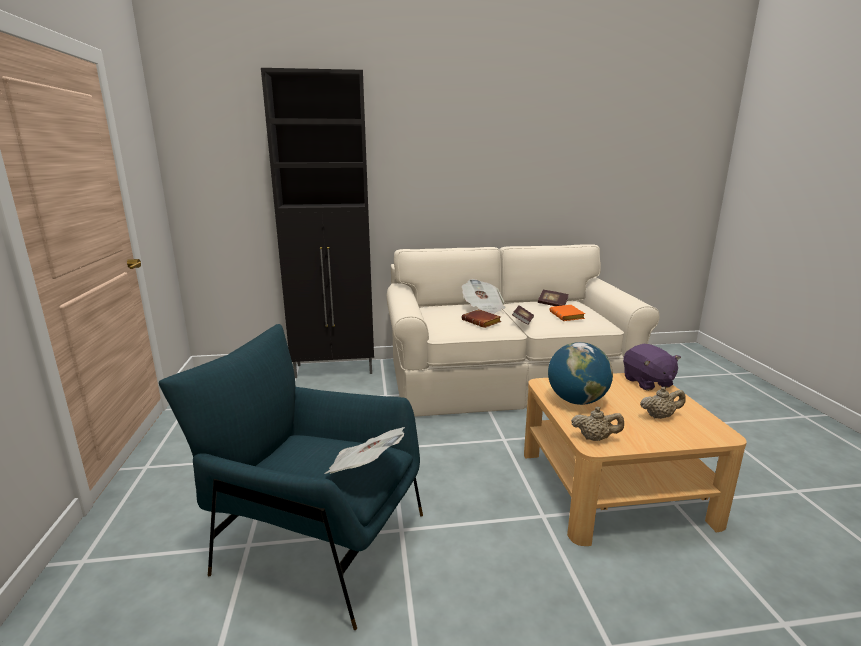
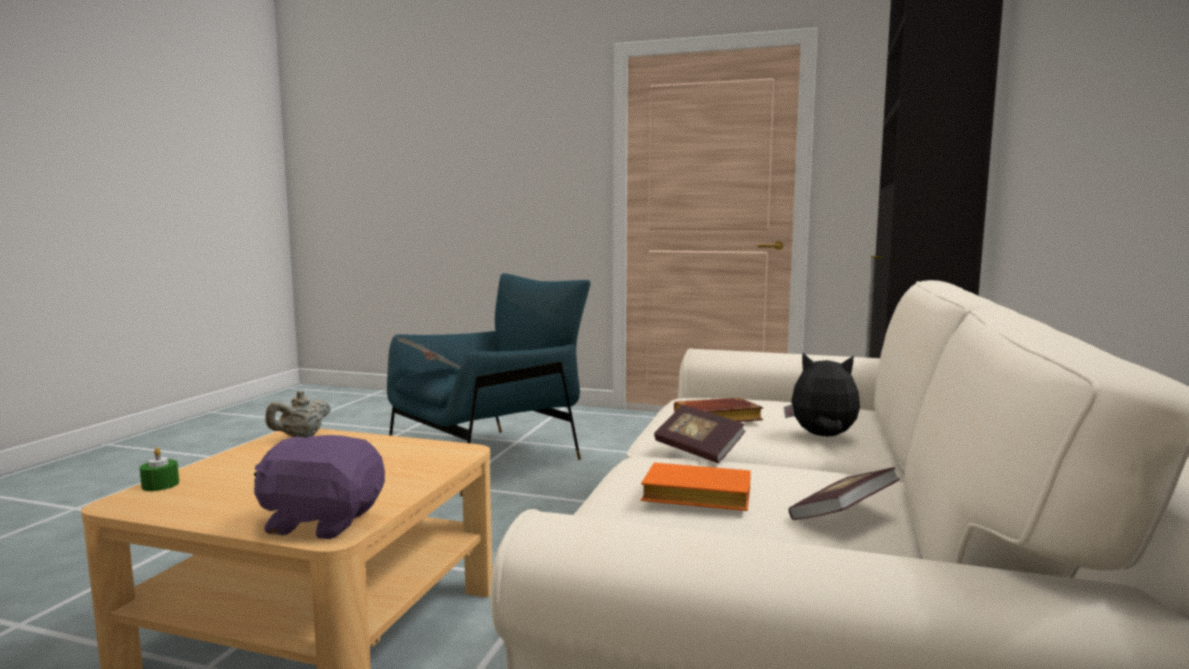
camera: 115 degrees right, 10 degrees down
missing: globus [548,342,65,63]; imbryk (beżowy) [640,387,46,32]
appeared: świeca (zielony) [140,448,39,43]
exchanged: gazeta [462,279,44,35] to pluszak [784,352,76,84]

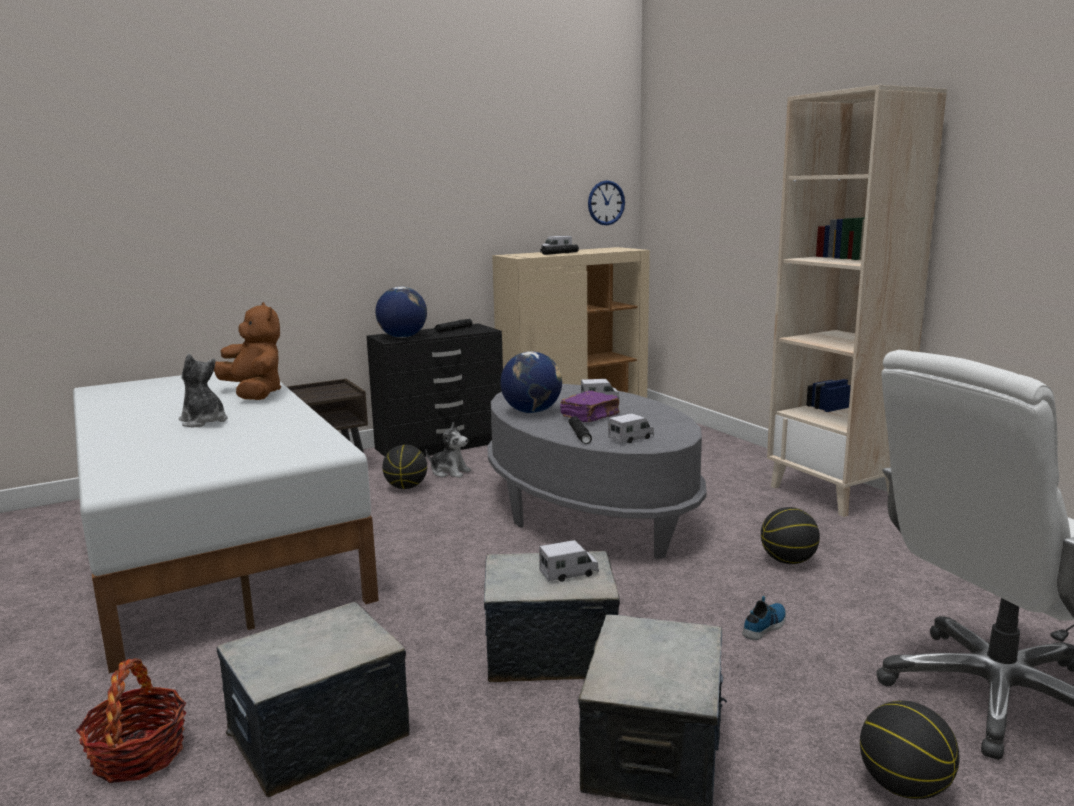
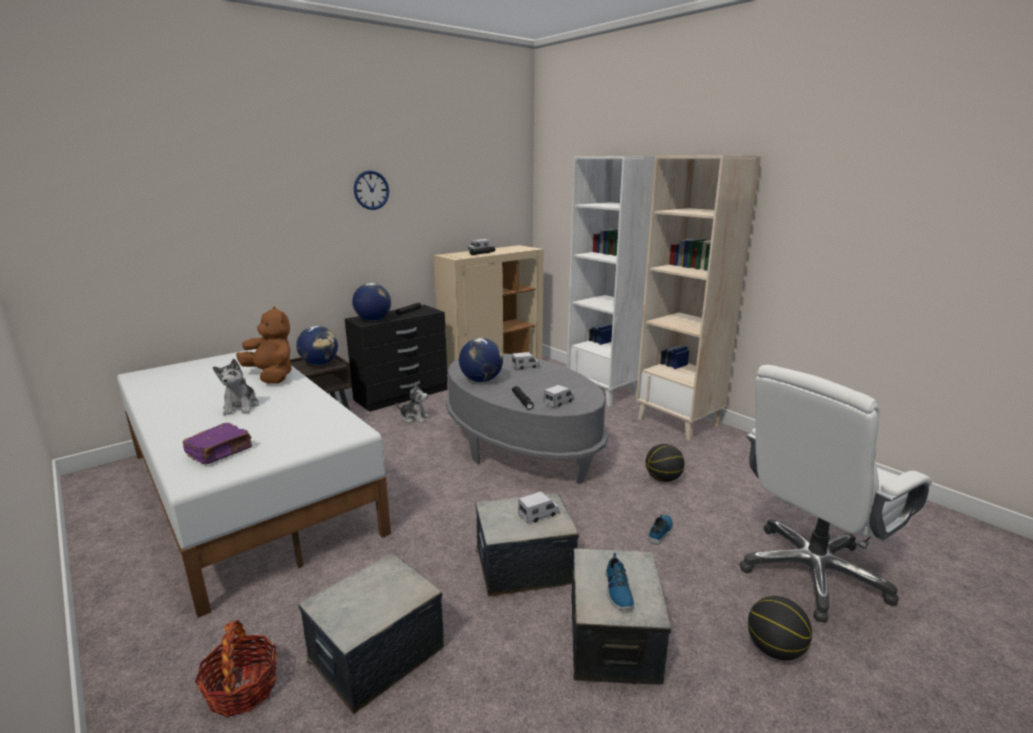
camera: 10 degrees left, 5 degrees up
missing: piłka do koszykówki [382,445,45,44]
appeared: globus [296,326,42,39]; regał (biały) [567,156,88,251]; but [605,553,29,57]
relocated: książka (fioletowy) [560,390,60,32] to [182,423,70,42]; zegar ścienny [588,180,37,45] to [354,170,35,40]
spun: pluszak [179,354,49,73] = [213,359,46,56] 135 degrees counterclockwise

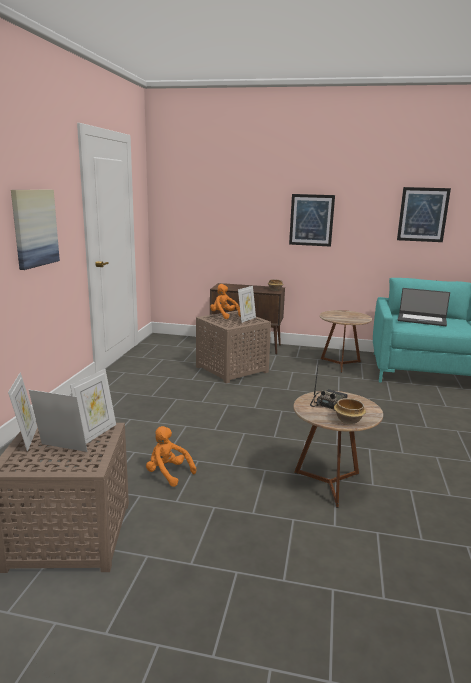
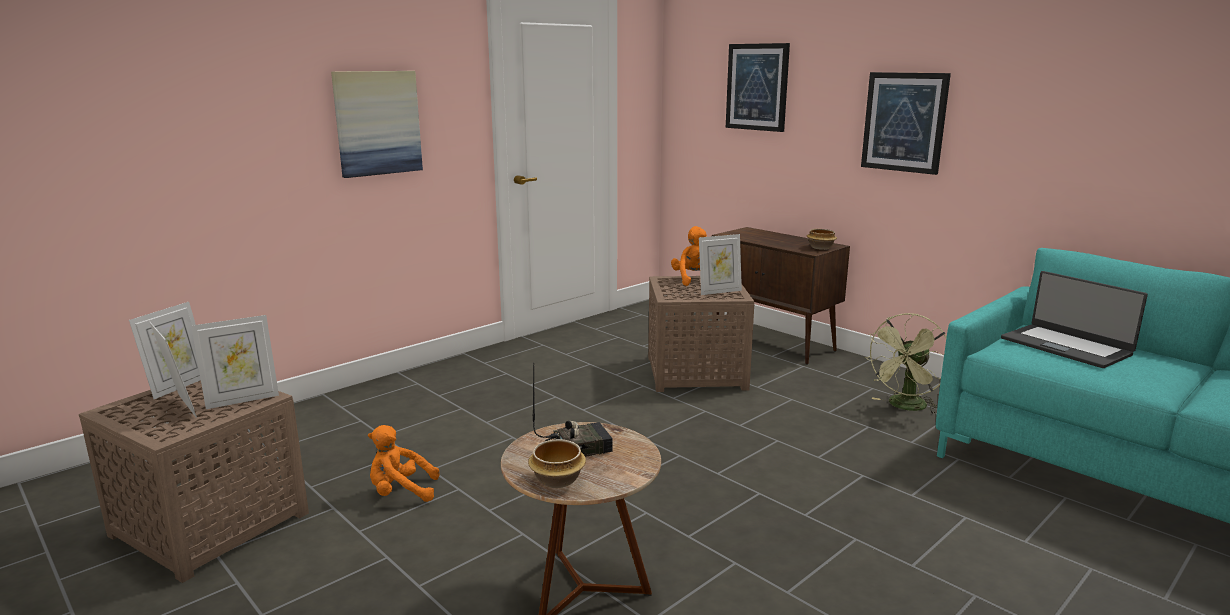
camera: 35 degrees right, 0 degrees up
relocated: obraz [397,187,54,55] to [726,43,64,89]
exchanged: stolik (brązowy) [320,310,52,63] to wentylator (zielony) [864,313,83,102]
spun: pluszak (pomarańczowy) [146,426,50,61] = [368,425,71,77] 75 degrees counterclockwise

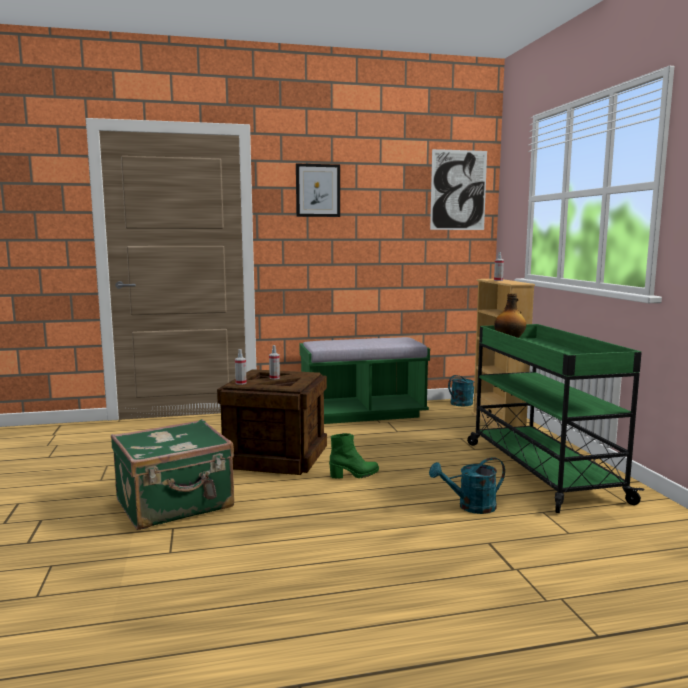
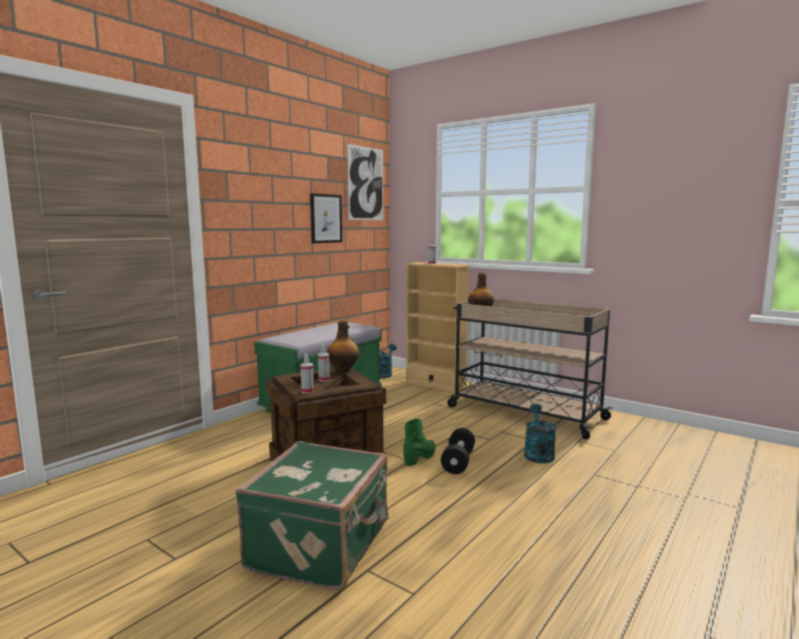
camera: 40 degrees left, 0 degrees up
appeared: butelka [327,320,32,53]; hantel (czarny) [441,428,34,46]
relocated: obraz [296,164,44,53] to [310,193,32,50]
colour: wózek (zielony) [467,324,177,189] to wózek (beżowy) [448,298,165,141]
spun: konewka (turkusowy) [429,457,76,57] = [524,404,32,59] 150 degrees clockwise

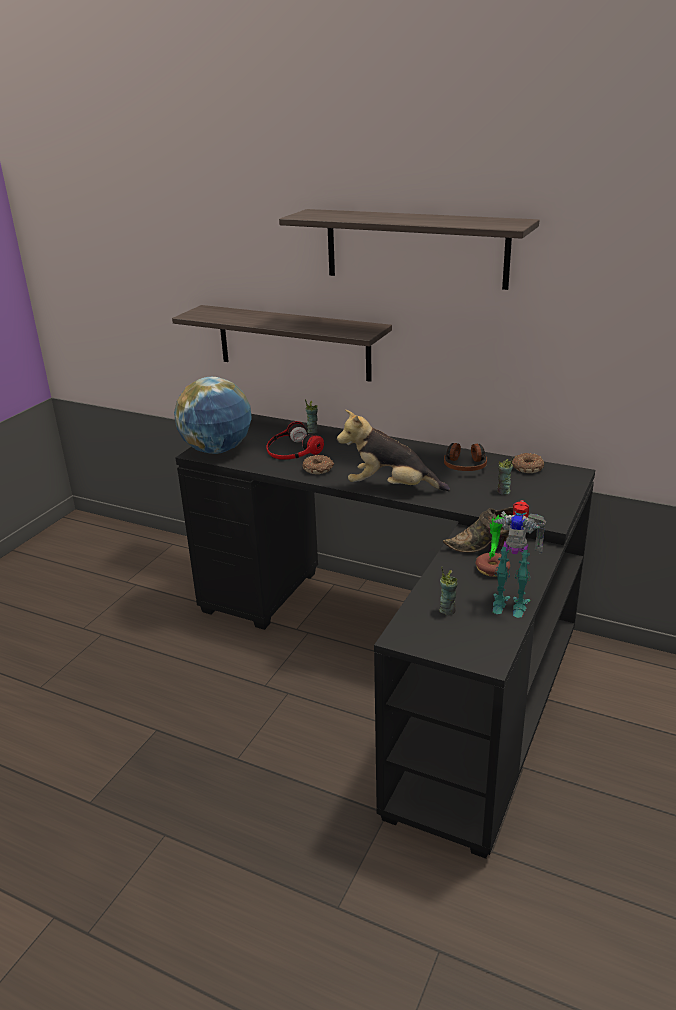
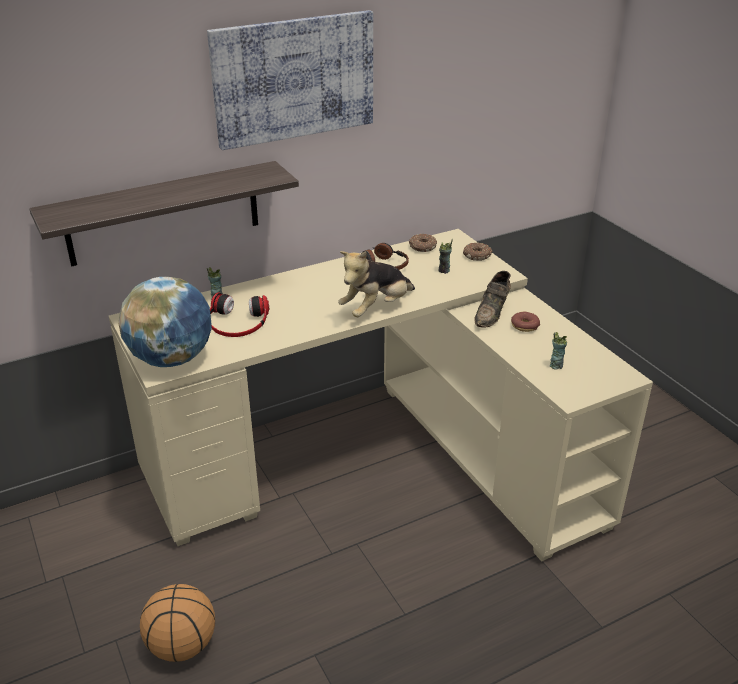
camera: 55 degrees left, 5 degrees up
missing: robot zabawkowy [489,500,57,118]
appeared: piłka do koszykówki [140,584,75,78]
relocated: donut [302,455,32,19] to [463,242,29,19]
exchanged: półka [279,209,260,81] to obraz [207,10,166,140]
colour: biurko (czarny) [175,414,420,445] to biurko (beżowy) [109,229,544,332]

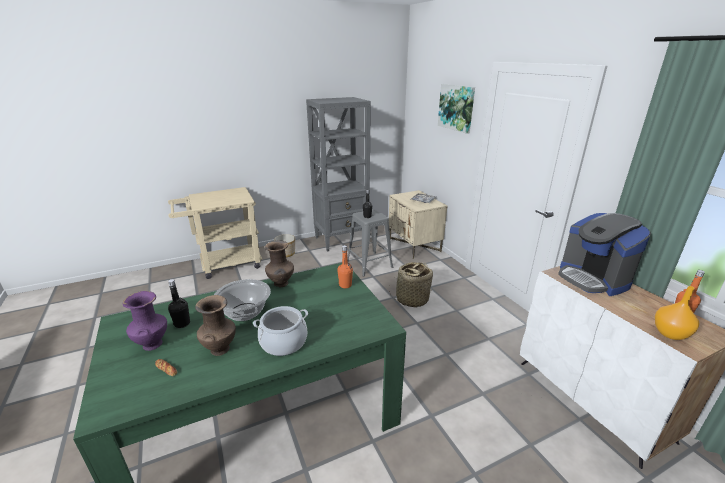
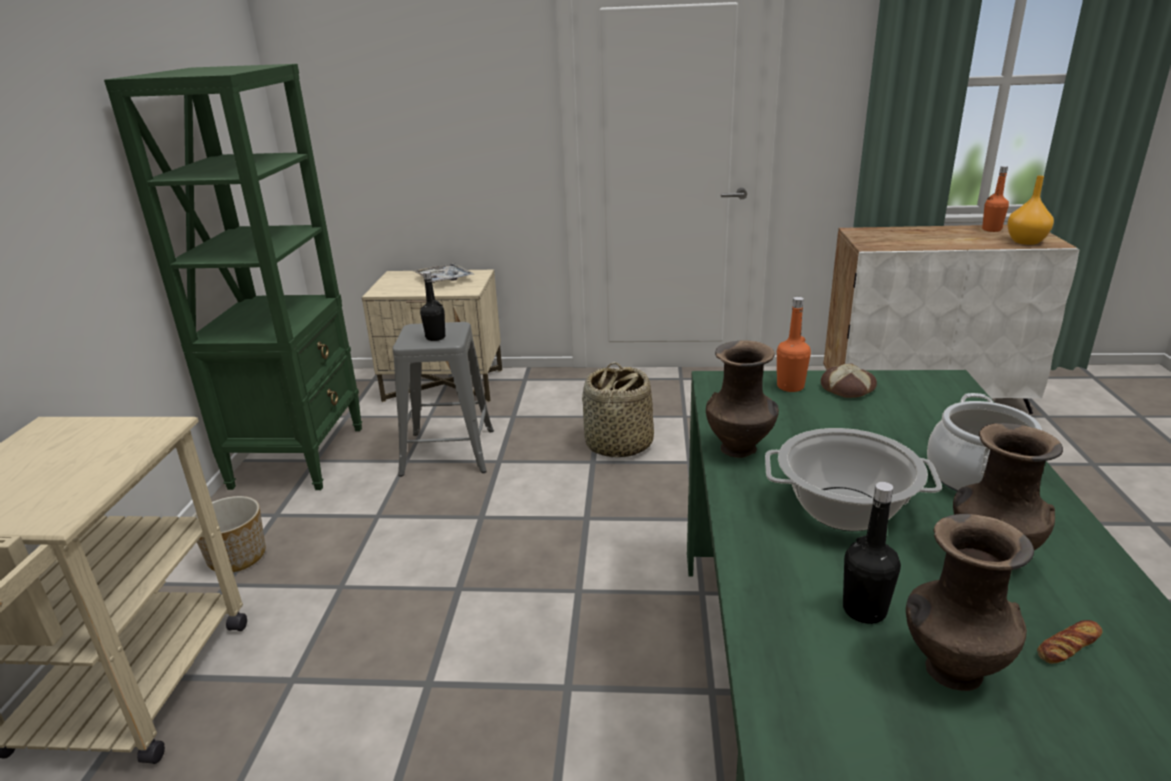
camera: 60 degrees left, 0 degrees up
missing: obraz [438,84,37,50]; ekspres do kawy [558,213,93,83]
appeared: chleb [821,363,56,35]
colour: wazon (fioletowy) [123,291,44,60] to wazon (brązowy) [906,514,128,177]; regał (szary) [306,97,65,155] to regał (zielony) [104,64,258,426]

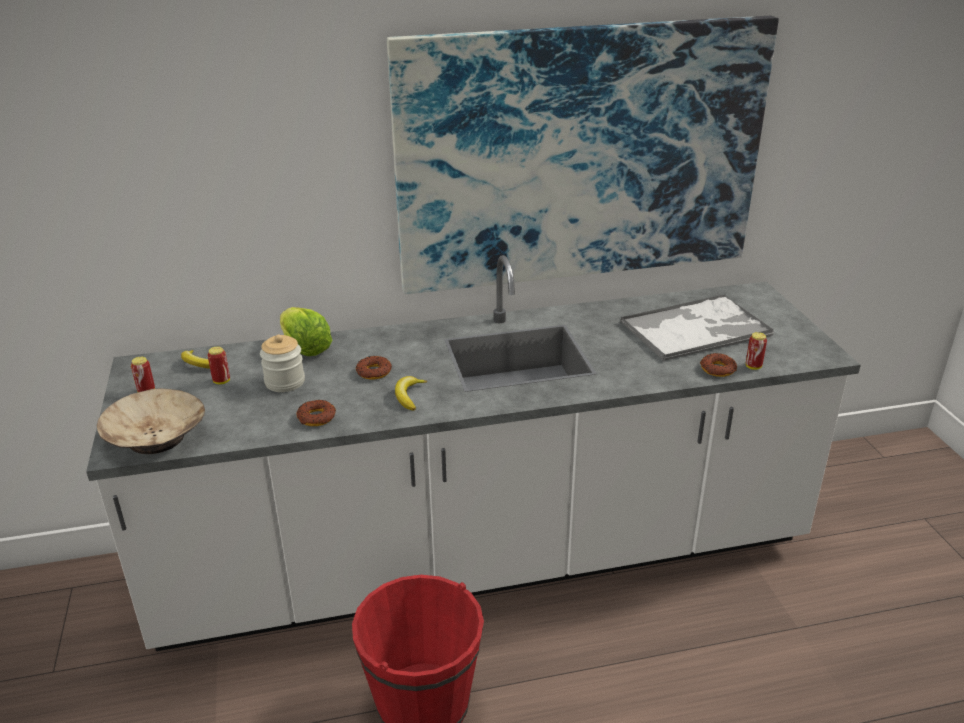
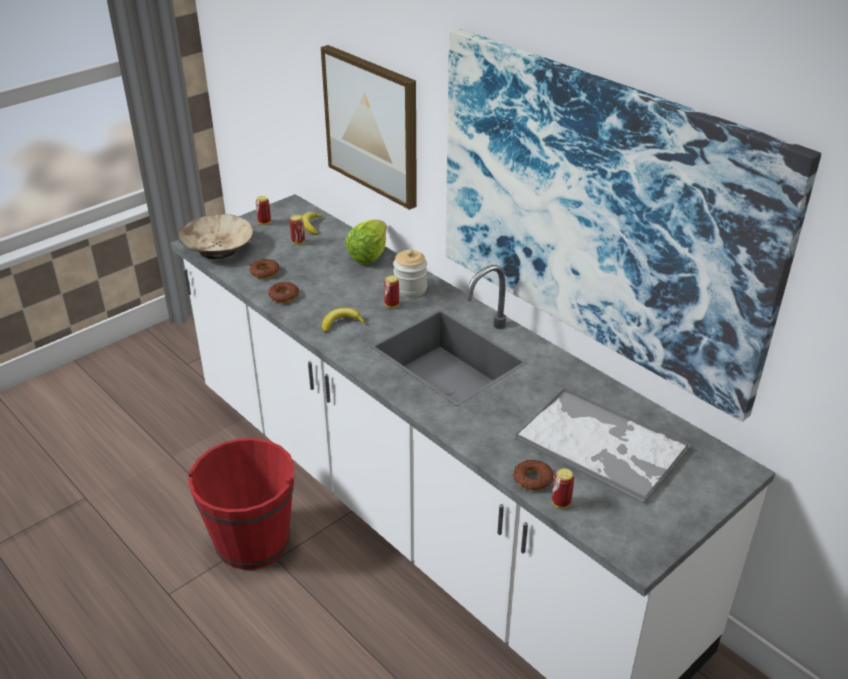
camera: 60 degrees right, 5 degrees up
appeared: obraz [321,45,96,165]; puszka [384,276,15,32]
relocated: słoik [260,335,45,57] to [393,249,34,49]; donut [356,356,36,23] to [249,259,30,20]

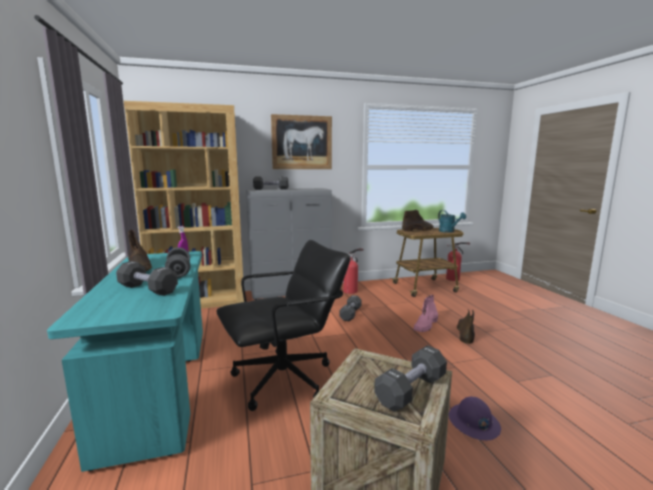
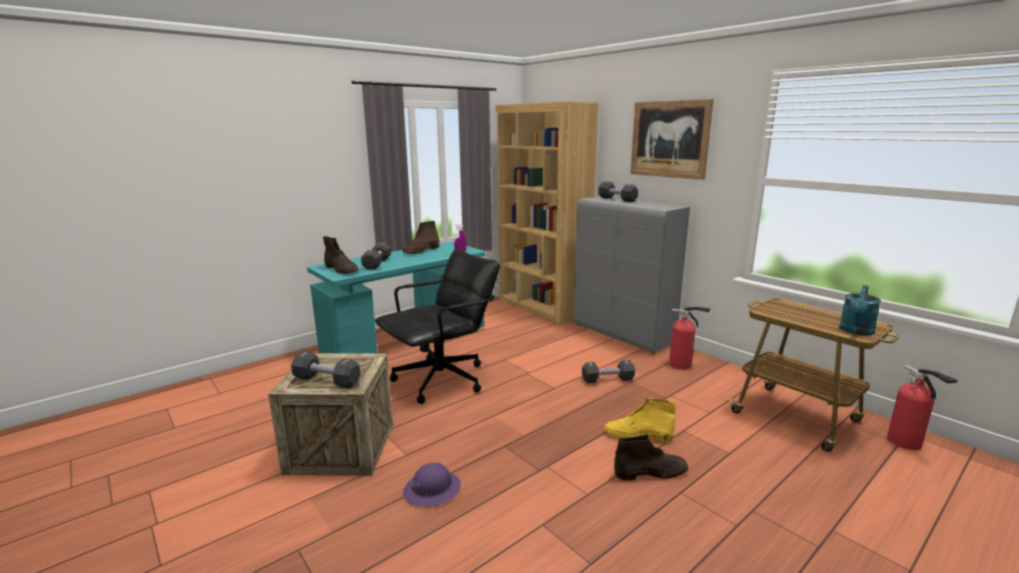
camera: 65 degrees right, 5 degrees up
missing: hantel (szary) [165,247,25,31]
relocated: but z cholewką (brązowy) [402,210,32,21] to [323,236,35,38]
colour: but z cholewką (różowy) [413,295,25,37] to but z cholewką (żółty) [604,398,72,45]
spun: krzesło biurowe (czarny) [216,240,134,171] = [375,249,125,155] 75 degrees counterclockwise

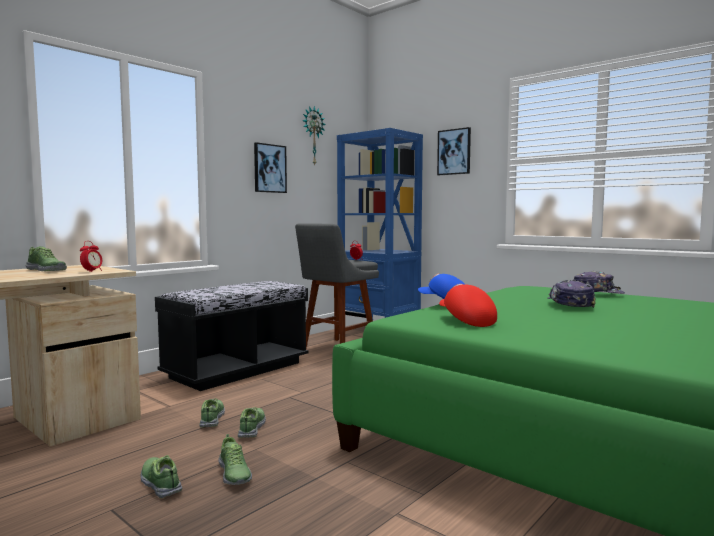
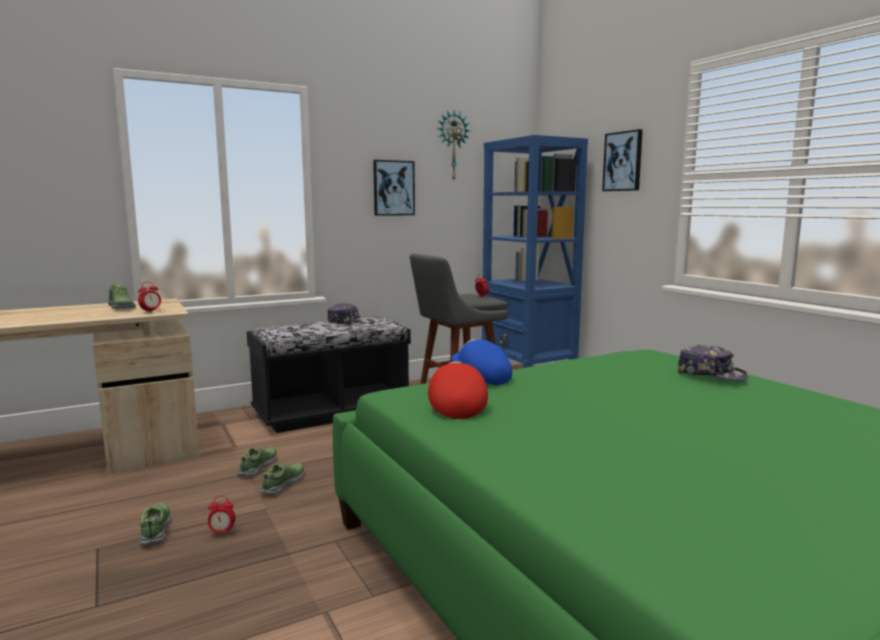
camera: 20 degrees right, 5 degrees up
relocated: czapka z daszkiem [547,280,48,28] to [327,303,34,21]
exchanged: but [218,434,34,51] to budzik [208,496,27,40]

